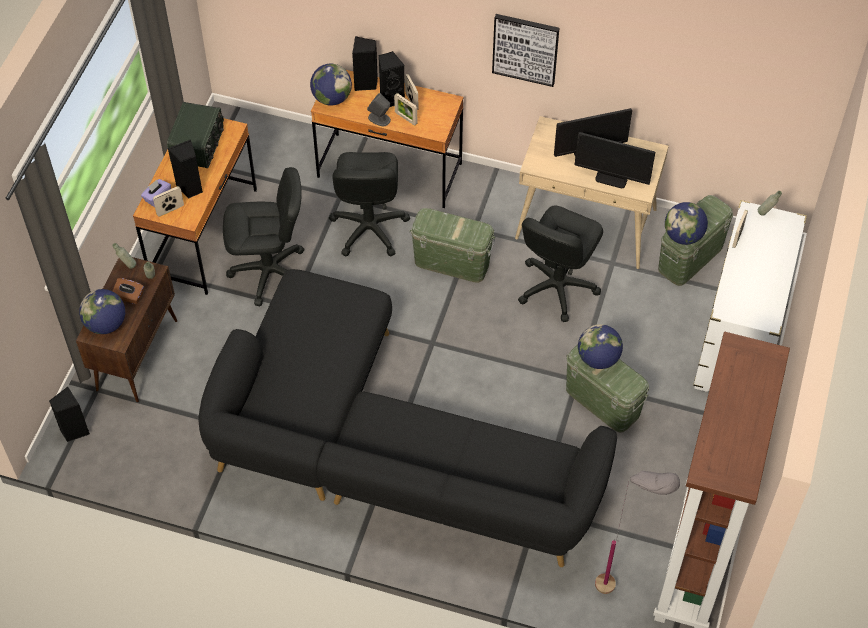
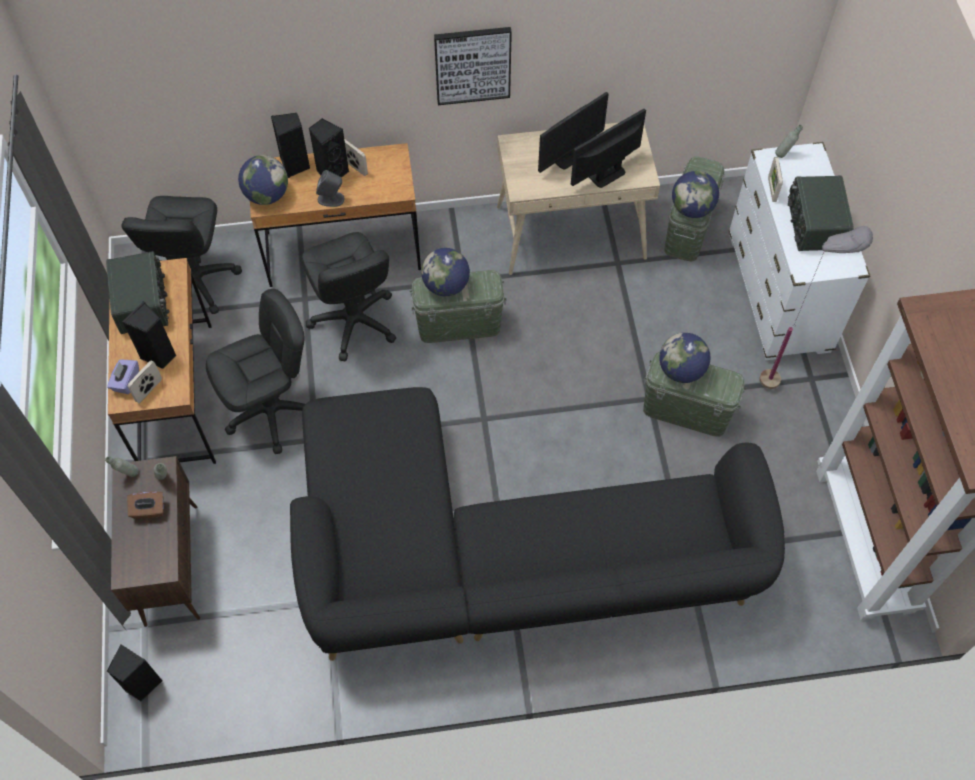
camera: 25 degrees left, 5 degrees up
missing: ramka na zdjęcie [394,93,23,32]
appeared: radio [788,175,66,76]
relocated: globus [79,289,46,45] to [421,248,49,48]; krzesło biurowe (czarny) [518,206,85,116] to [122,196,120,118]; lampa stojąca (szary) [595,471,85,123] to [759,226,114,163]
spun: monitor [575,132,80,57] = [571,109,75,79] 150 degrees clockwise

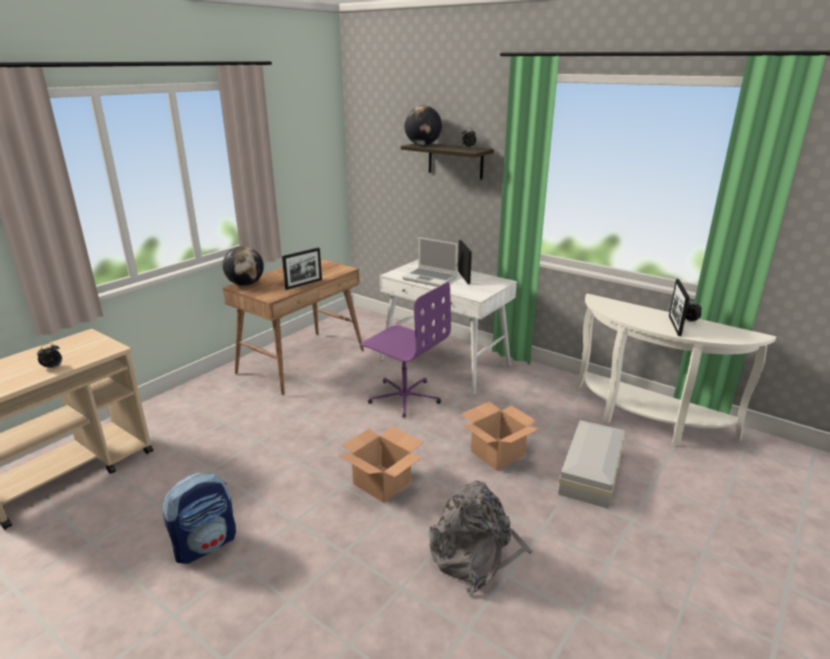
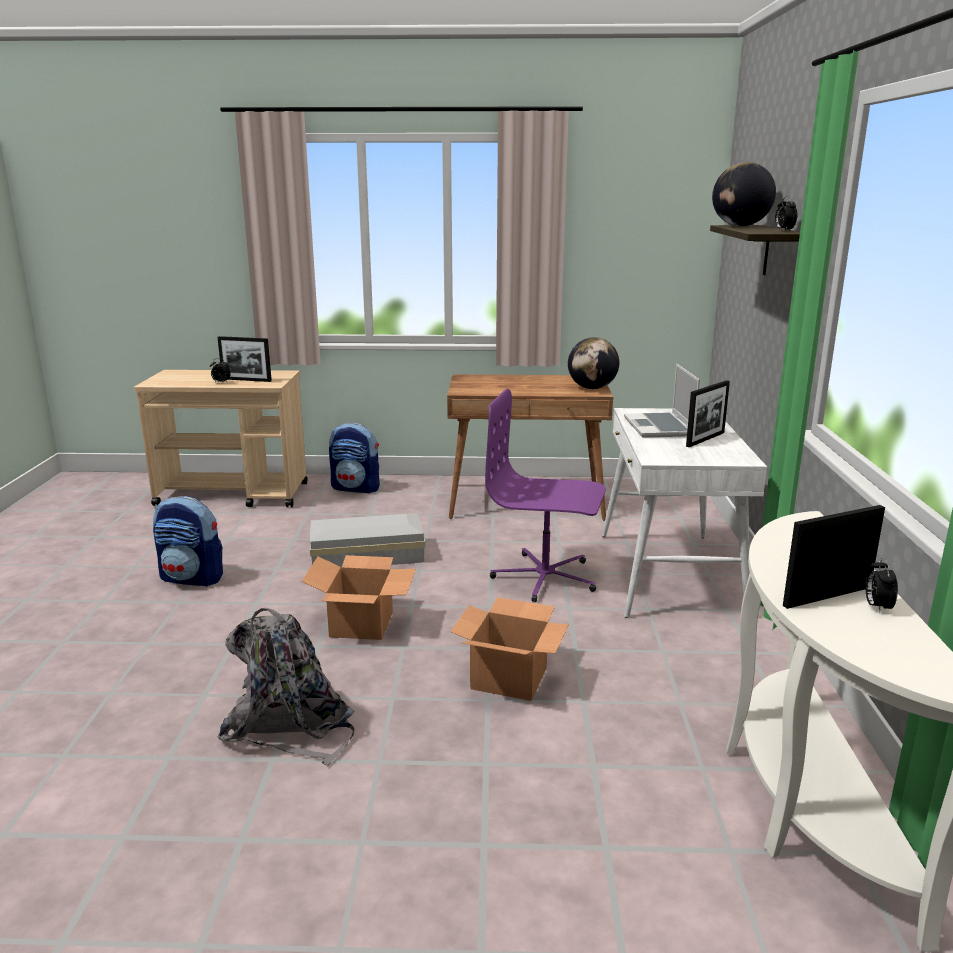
camera: 55 degrees right, 5 degrees down
appeared: plecak [329,423,51,70]
relocated: globus [223,246,41,40] to [568,337,51,52]; ramka na zdjęcie [282,248,40,42] to [218,336,54,46]; pojemnik do przechowywania (biały) [558,420,67,89] to [310,513,115,54]
spun: krzesło biurowe (fioletowy) [360,282,91,136] = [485,388,121,214] 105 degrees clockwise

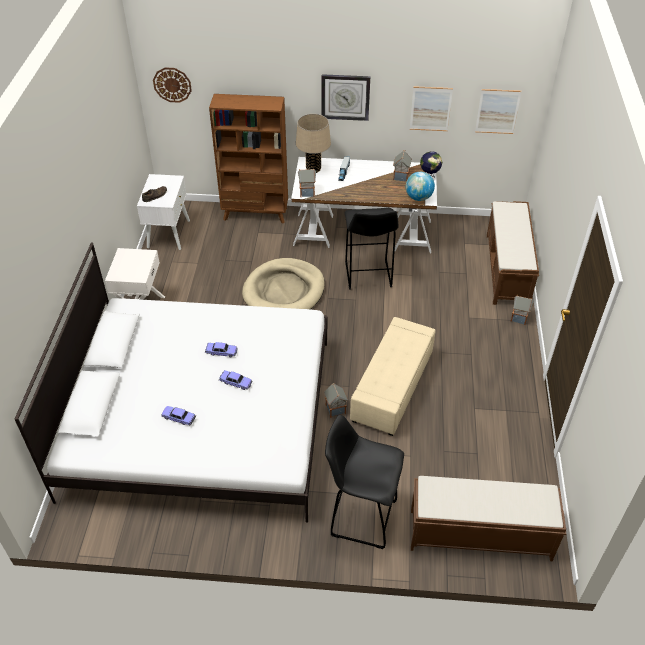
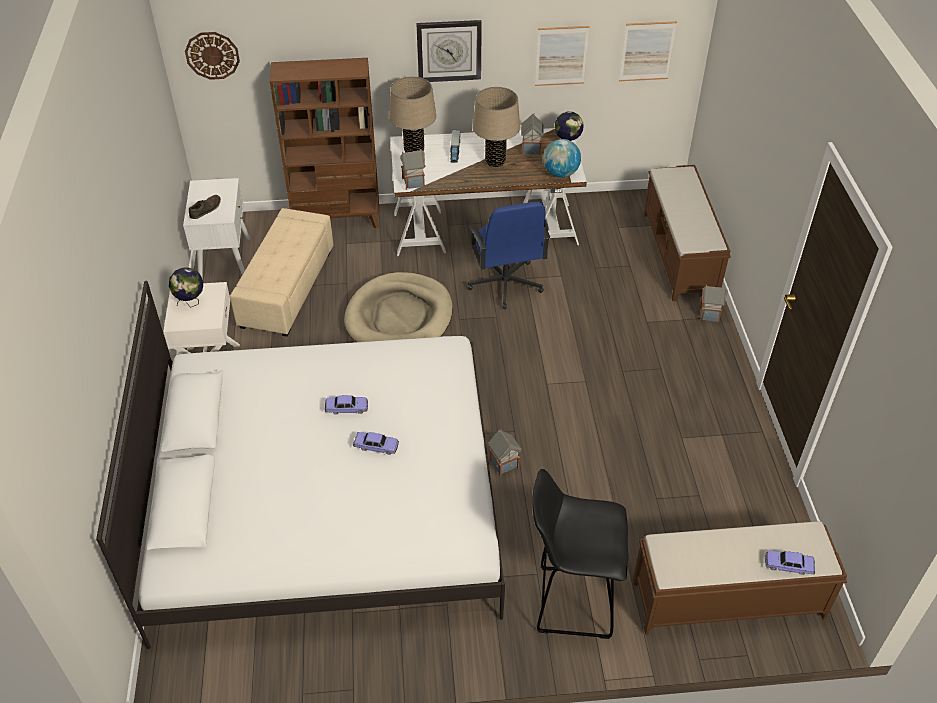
camera: 10 degrees left, 0 degrees up
appeared: globus [169,267,34,41]; lampa stołowa (beżowy) [472,87,48,80]
relocated: samochodzik [161,406,35,19] to [765,551,50,24]; pufa (beżowy) [350,317,85,119] to [230,208,103,129]
exchanged: stołek (czarny) [344,207,54,82] to krzesło biurowe (niebieski) [468,202,82,107]

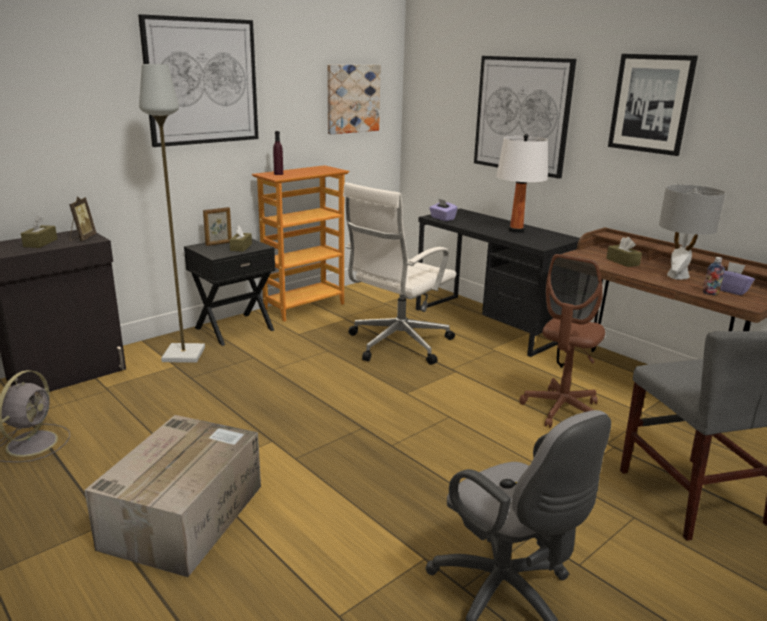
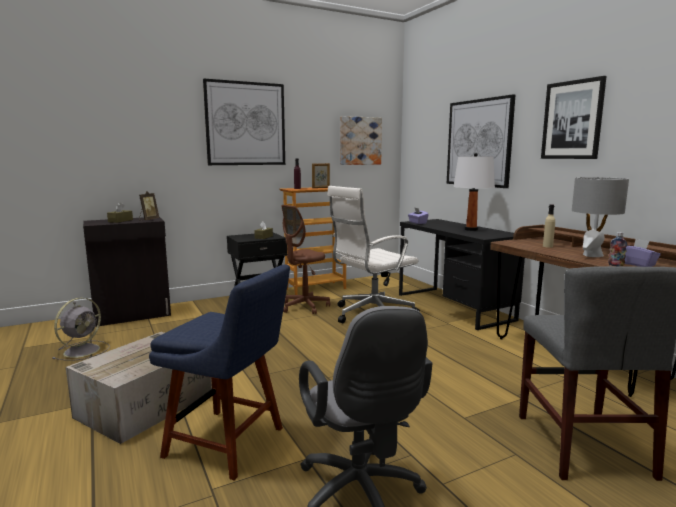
camera: 15 degrees right, 10 degrees down
missing: lampa stojąca (szary) [139,64,66,299]
appeared: krzesło (niebieski) [149,264,141,216]
relocated: ramka na zdjęcie [203,207,29,39] to [312,163,18,25]; krzesło biurowe (brązowy) [520,254,85,174] to [281,205,49,109]
exchanged: pudełko chusteczek (brązowy) [606,237,36,30] to butelka (beżowy) [543,204,12,44]

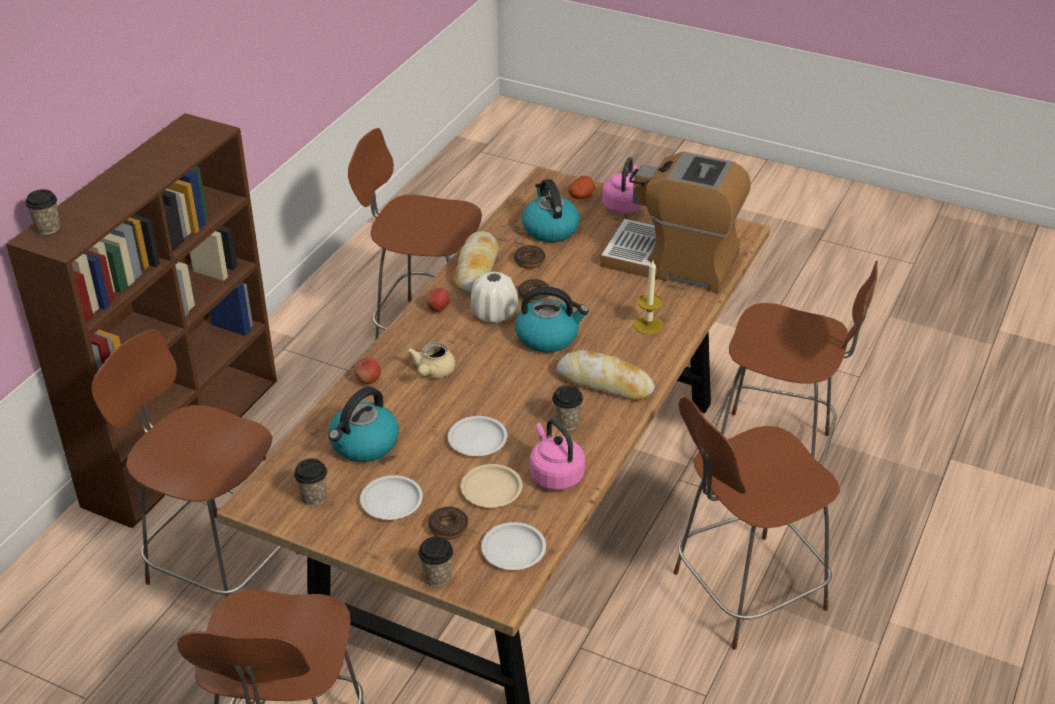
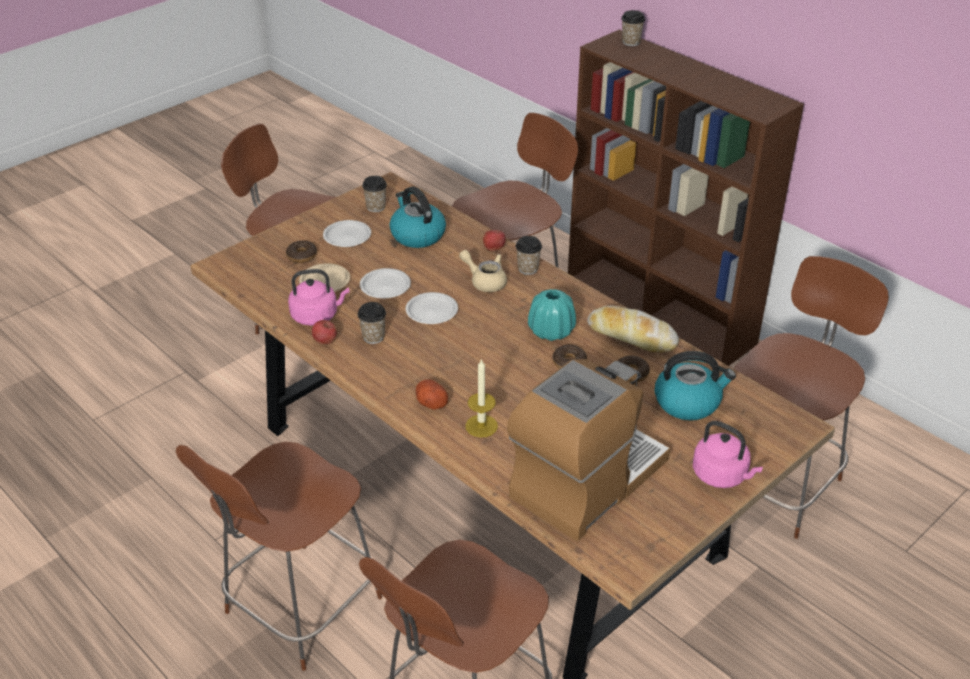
camera: 110 degrees right, 0 degrees up
missing: czajnik [515,287,74,66]; chleb [557,350,97,51]
relocated: filiżanka [418,536,35,51] to [516,236,26,39]; jabłko [426,288,24,24] to [312,320,25,24]; talerz (biały) [481,522,65,48] to [406,292,52,32]; ziemniak [568,176,27,23] to [416,379,32,31]
colour: wazon (biały) [471,272,47,51] to wazon (turkusowy) [528,289,48,52]
spun: krzesło (brązowy) [674,397,166,253] = [176,442,206,229] 135 degrees counterclockwise

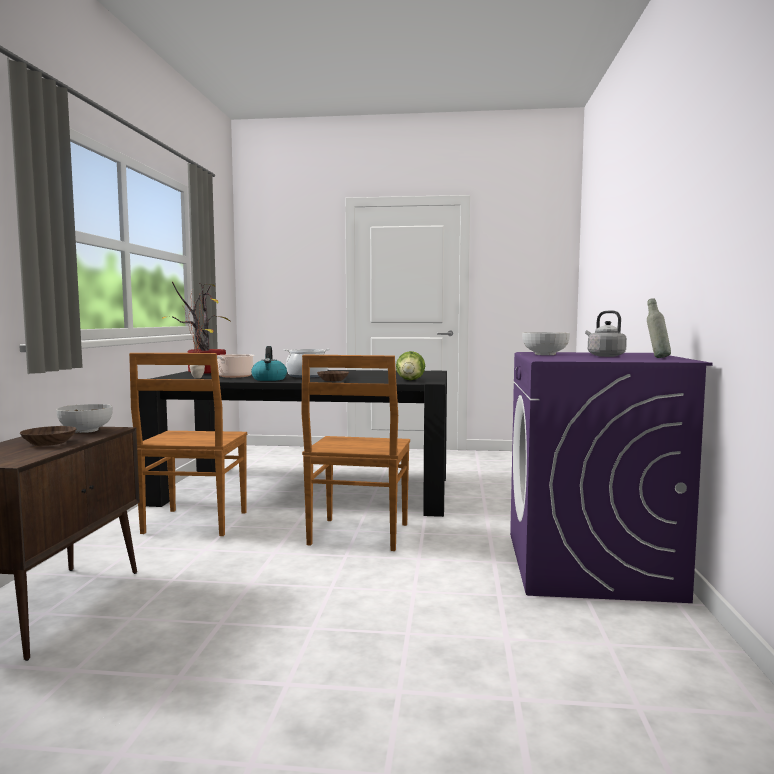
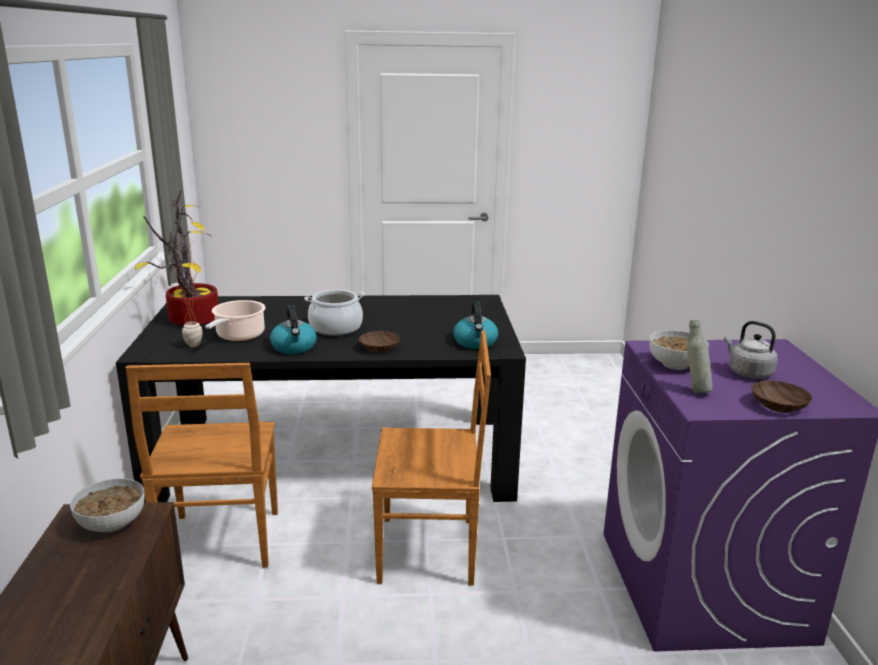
camera: 10 degrees left, 15 degrees up
relocated: miska (brązowy) [20,426,56,20] to [751,381,61,32]; butelka (szary) [647,298,24,60] to [687,320,26,74]
exchanged: sałata [396,351,29,29] to czajnik [454,301,44,48]
spun: krzesło (brązowy) [301,355,109,196] = [372,331,119,255] 90 degrees counterclockwise

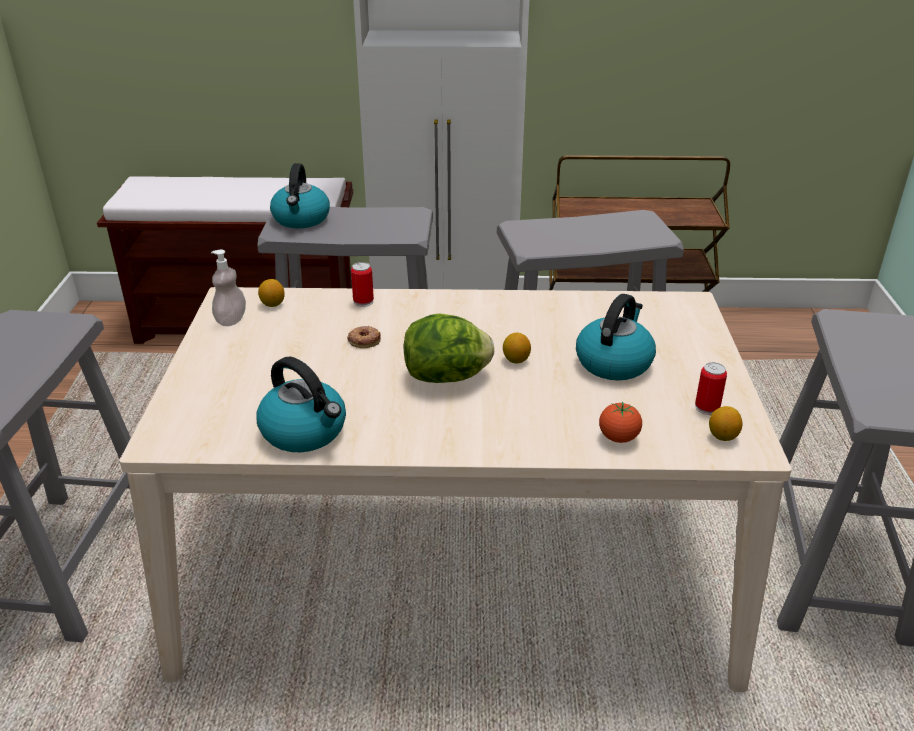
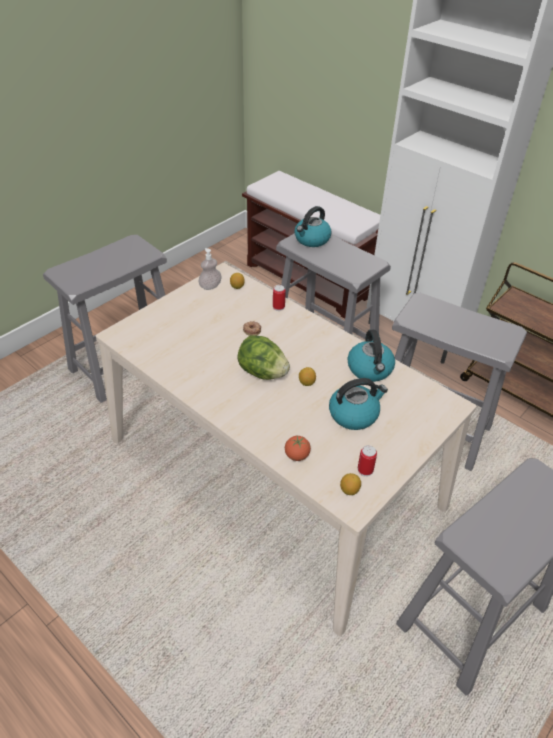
camera: 40 degrees right, 10 degrees up
relocated: czajnik [256,357,90,95] to [347,330,48,52]

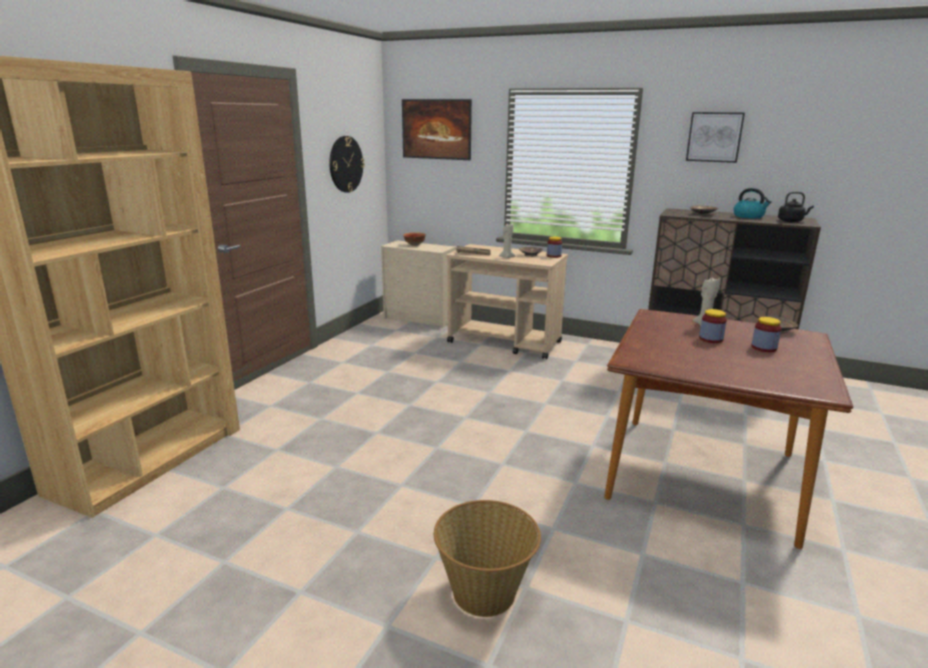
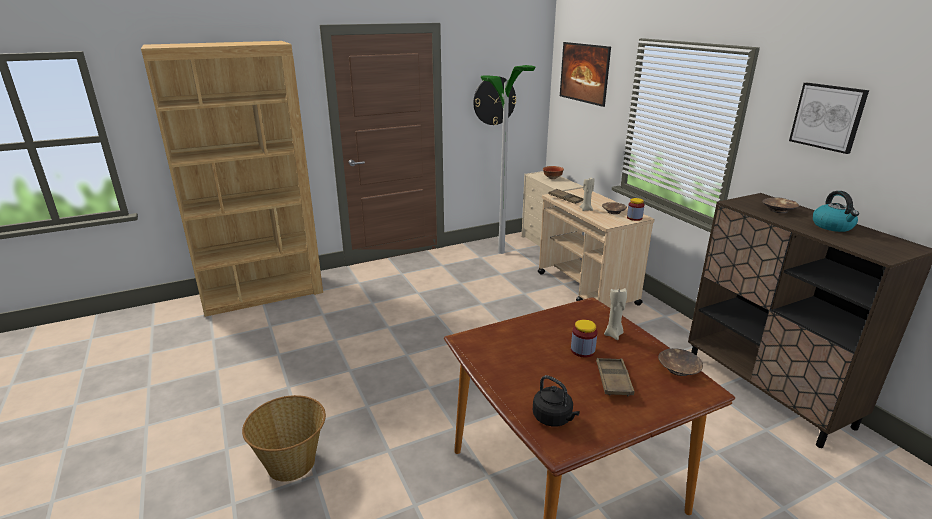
camera: 40 degrees right, 5 degrees up
appeared: lampa stojąca [481,65,54,189]
relocated: czajnik (czarny) [778,192,36,30] to [533,375,47,52]
exchanged: słoik [751,317,30,35] to taca (brązowy) [596,358,38,38]

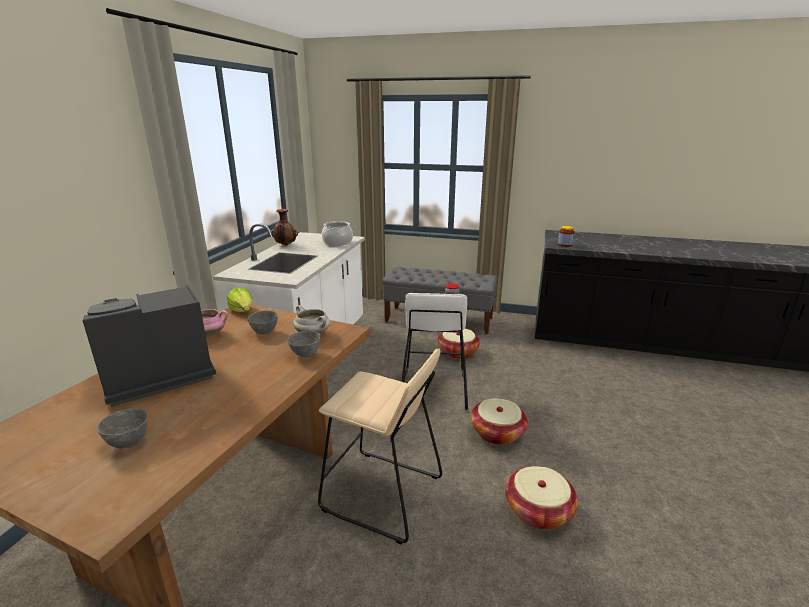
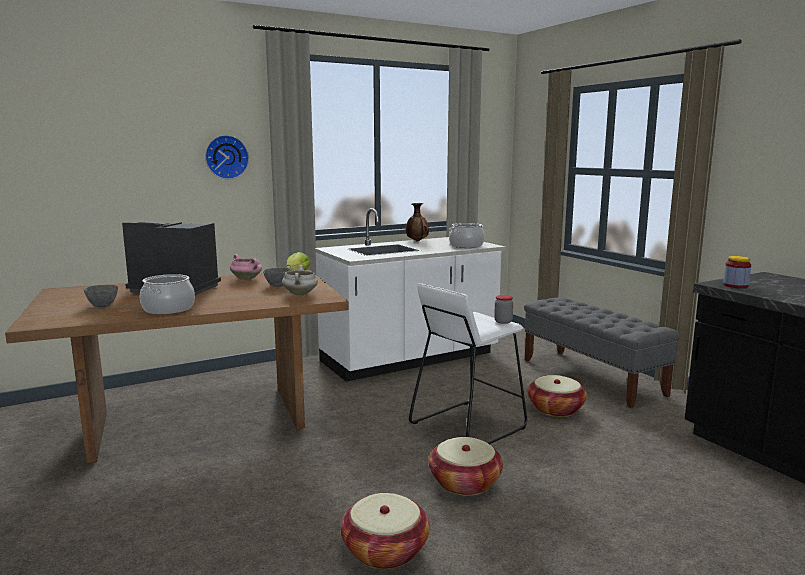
camera: 45 degrees right, 10 degrees down
missing: miska (szary) [288,331,33,26]; stołek (beżowy) [318,348,124,197]
appeared: garnek [140,274,55,40]; zegar ścienny [205,135,44,45]

